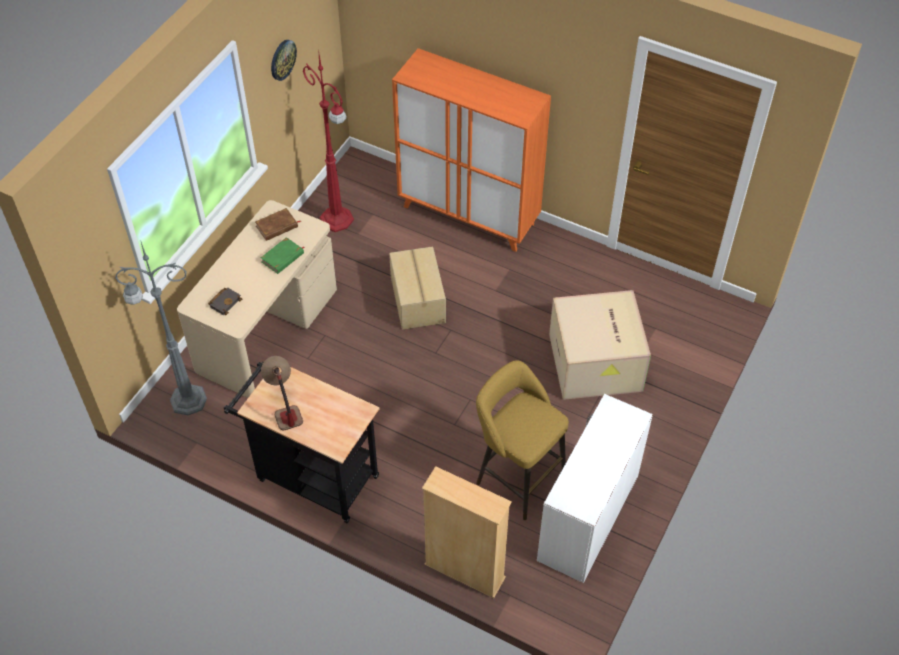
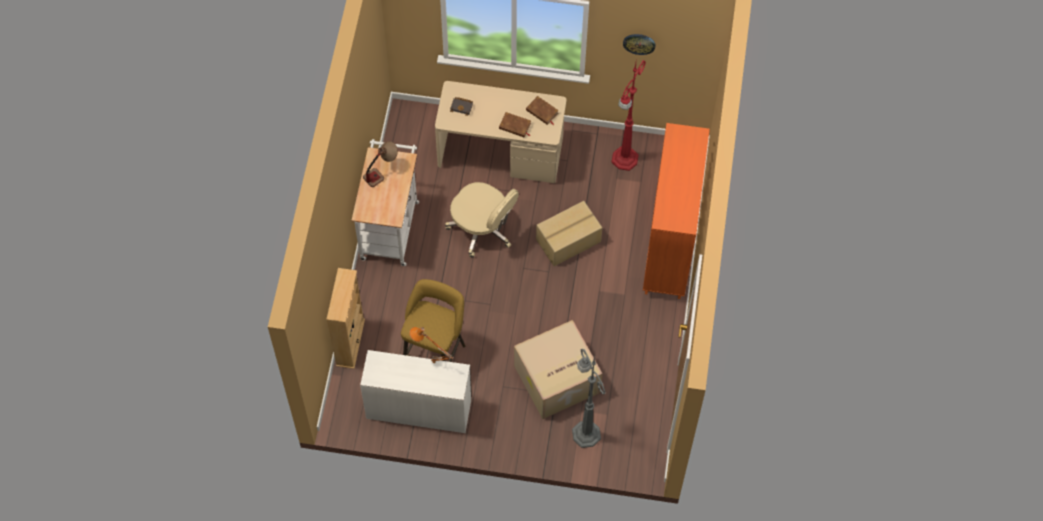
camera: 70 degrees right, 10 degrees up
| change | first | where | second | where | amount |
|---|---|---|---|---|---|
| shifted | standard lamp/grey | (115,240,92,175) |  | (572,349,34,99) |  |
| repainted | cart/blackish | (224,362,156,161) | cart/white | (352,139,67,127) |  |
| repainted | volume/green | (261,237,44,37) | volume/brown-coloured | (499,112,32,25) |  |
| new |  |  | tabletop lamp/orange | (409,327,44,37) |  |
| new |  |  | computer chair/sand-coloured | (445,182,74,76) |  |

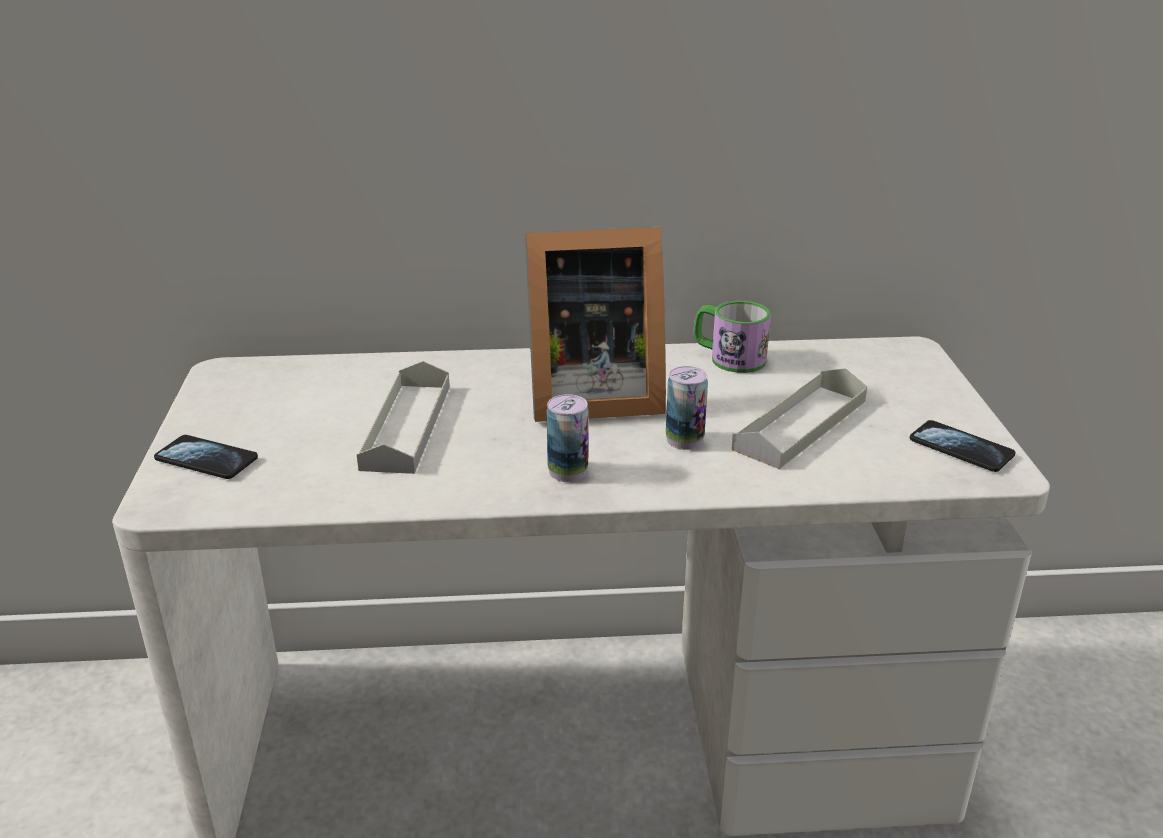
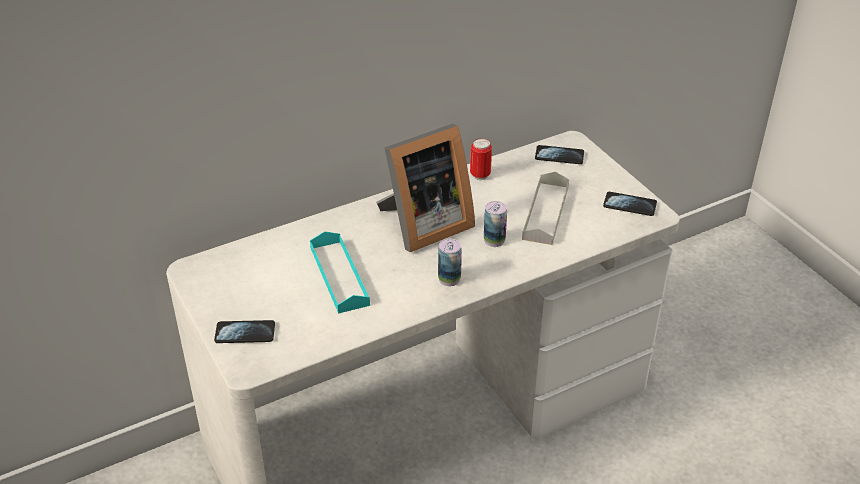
camera: 25 degrees left, 10 degrees up
| change | first | where | second | where | amount |
|---|---|---|---|---|---|
| repainted | serving tray/grey | (357,361,93,113) | serving tray/turquoise-coloured | (310,231,60,83) |  |
| swapped | mug | (694,301,77,72) | can | (470,138,22,42) |  |
| new |  |  | telephone | (535,145,49,19) |  |

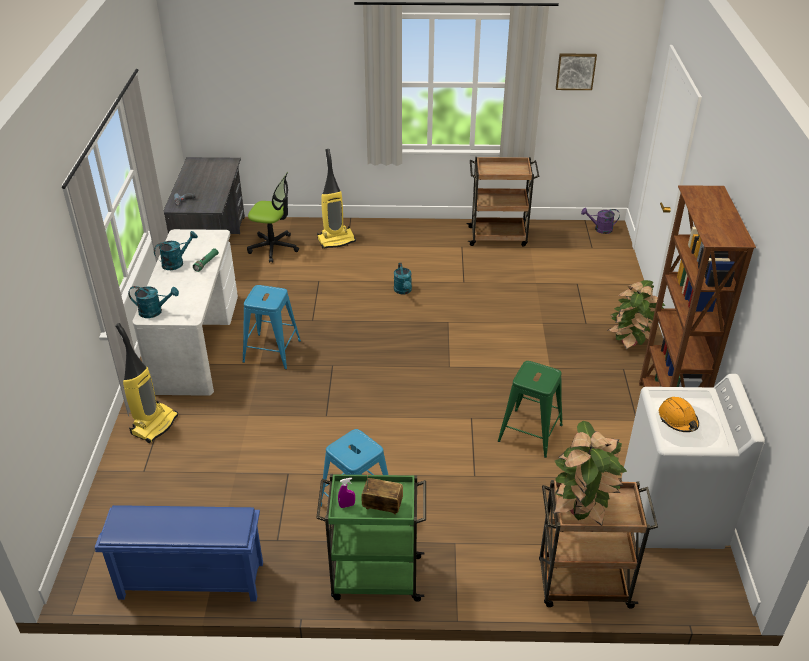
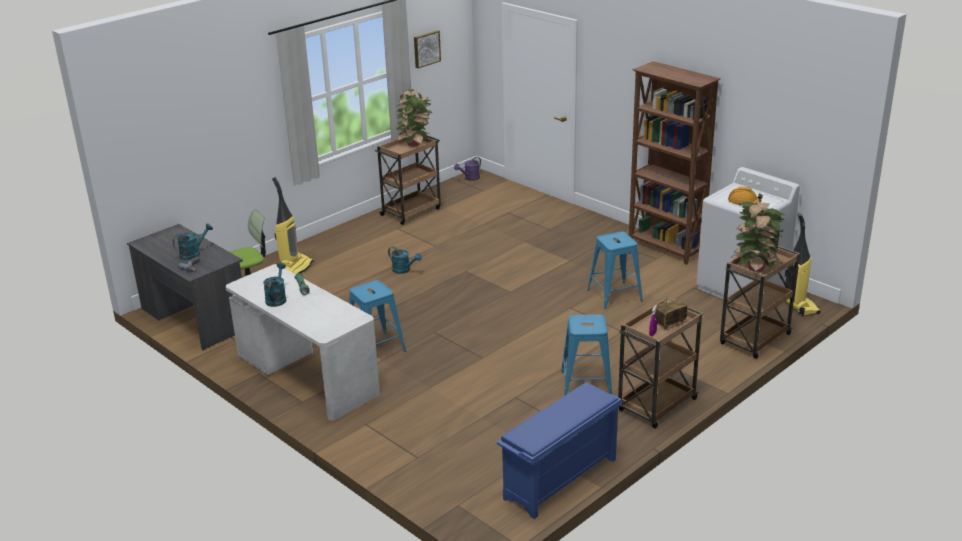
camera: 45 degrees left, 10 degrees down
| change | first | where | second | where | amount |
|---|---|---|---|---|---|
| shifted | hoover | (115,323,63,120) |  | (785,213,36,103) |  |
| shifted | sprinkling can/turquoise-coloured | (128,286,51,32) |  | (173,223,40,37) |  |
| repainted | cart/green | (316,474,110,128) | cart/brown-coloured | (618,299,85,130) |  |
| repainted | stool/green | (498,361,65,97) | stool/blue | (587,232,56,77) |  |
| shifted | houseplant | (608,280,58,70) |  | (395,89,37,58) |  |

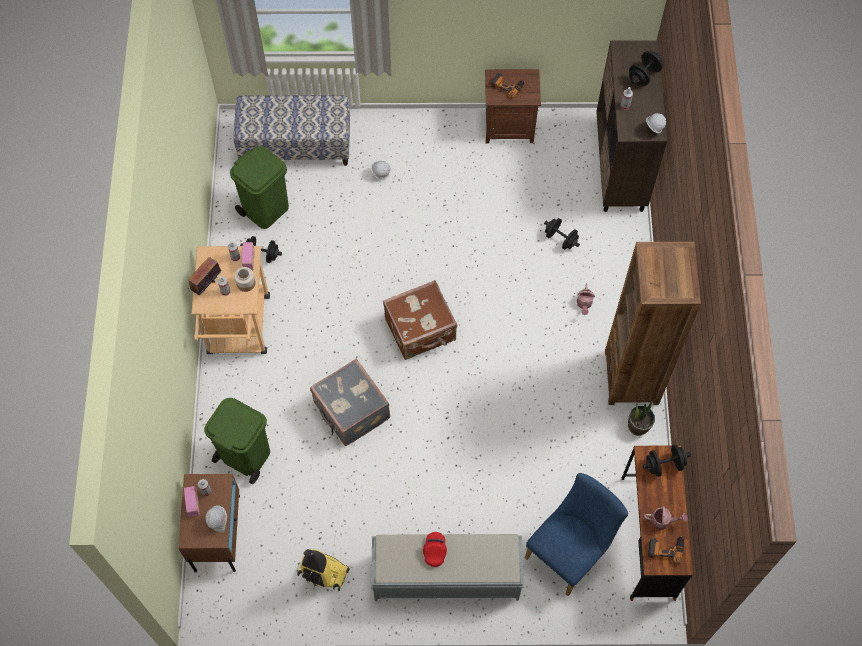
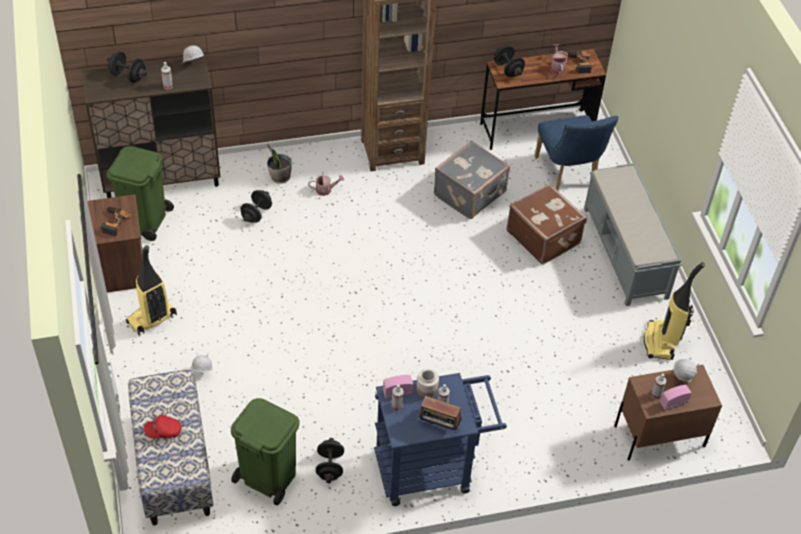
camera: 105 degrees left, 15 degrees down
| change | first | where | second | where | amount |
|---|---|---|---|---|---|
| repainted | cart/sand-coloured | (192,246,78,108) | cart/blue | (374,373,133,133) |  |
| shifted | trash can/green | (204,398,66,86) |  | (106,146,68,95) |  |
| shifted | piece of luggage/grey | (310,359,80,87) |  | (434,140,76,79) |  |
| shifted | piece of luggage/brown-coloured | (383,280,74,80) |  | (506,183,81,82) |  |
| shifted | peaked cap/reddish | (423,532,24,35) |  | (144,415,37,23) |  |
| rotated | chair/blue | (525,473,103,123) |  | (535,115,84,75) | 135 degrees counterclockwise |
| shifted | houseplant | (628,400,27,36) |  | (267,144,25,40) |  |
| new |  |  | hoover | (126,245,51,91) |  |

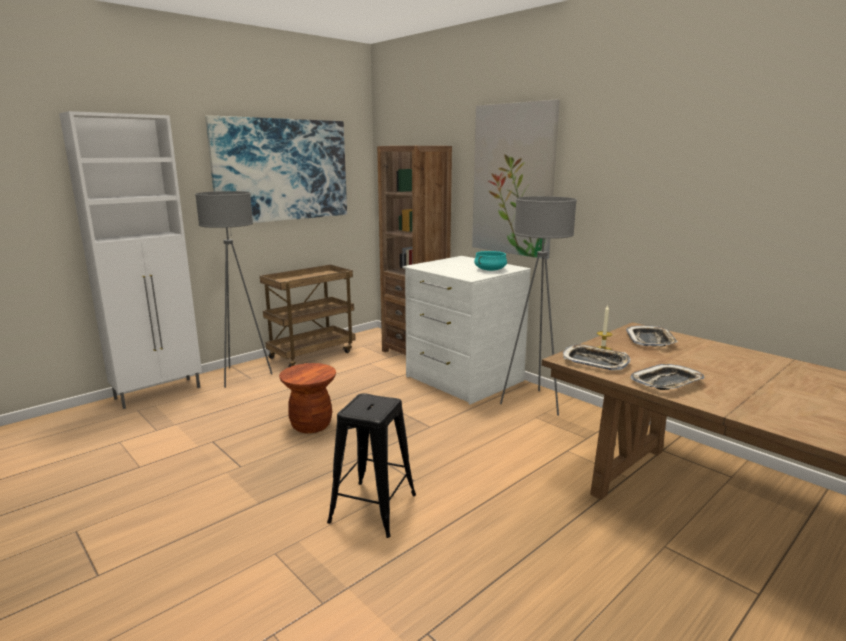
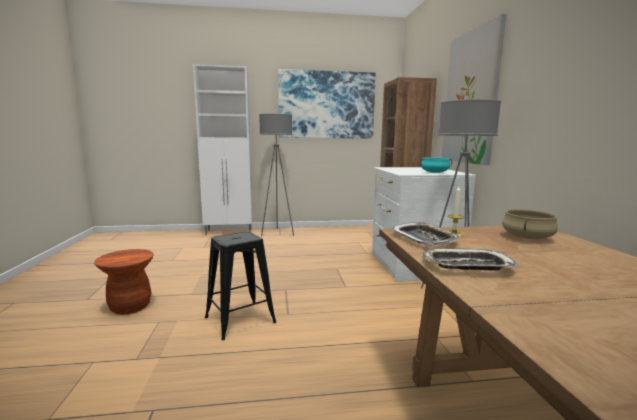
camera: 35 degrees right, 5 degrees down
| change | first | where | second | where | amount |
|---|---|---|---|---|---|
| gone | cart/brown-coloured | (260,264,95,104) |  |  |  |
| shifted | stool/brown-coloured | (279,363,57,70) |  | (94,249,60,66) |  |
| swapped | serving tray | (626,325,52,22) | saucepot/sand-coloured | (502,209,56,30) |  |

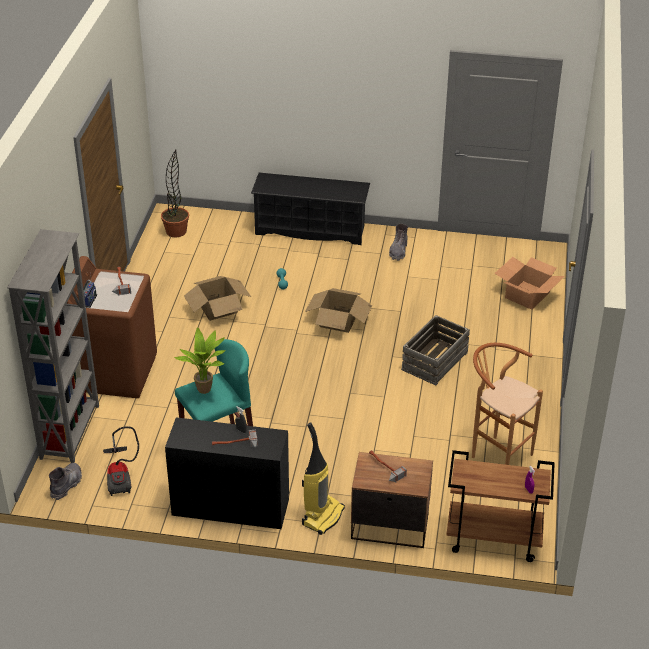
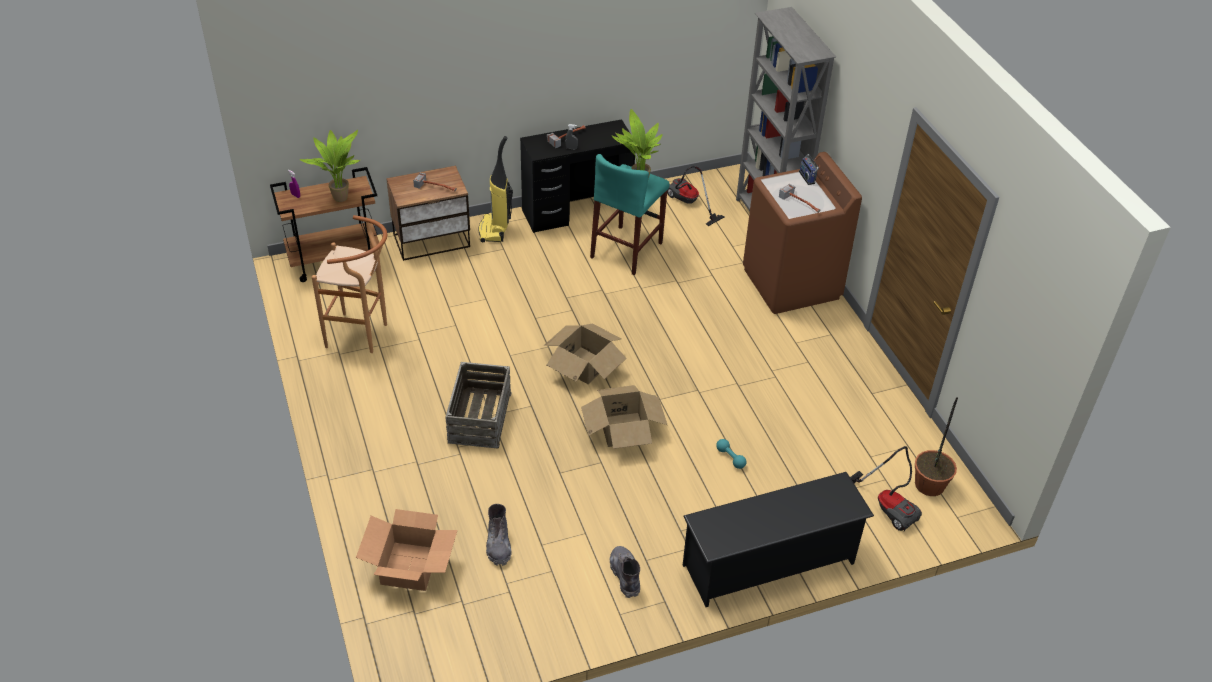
camera: 150 degrees right, 5 degrees up
| change | first | where | second | where | amount |
|---|---|---|---|---|---|
| shifted | high-top boot/grey | (49,463,33,37) |  | (486,504,26,62) |  |
| shifted | cardboard box | (184,276,67,45) |  | (543,324,83,60) |  |
| new |  |  | houseplant | (300,129,60,73) |  |
| new |  |  | hoover | (850,446,72,86) |  |

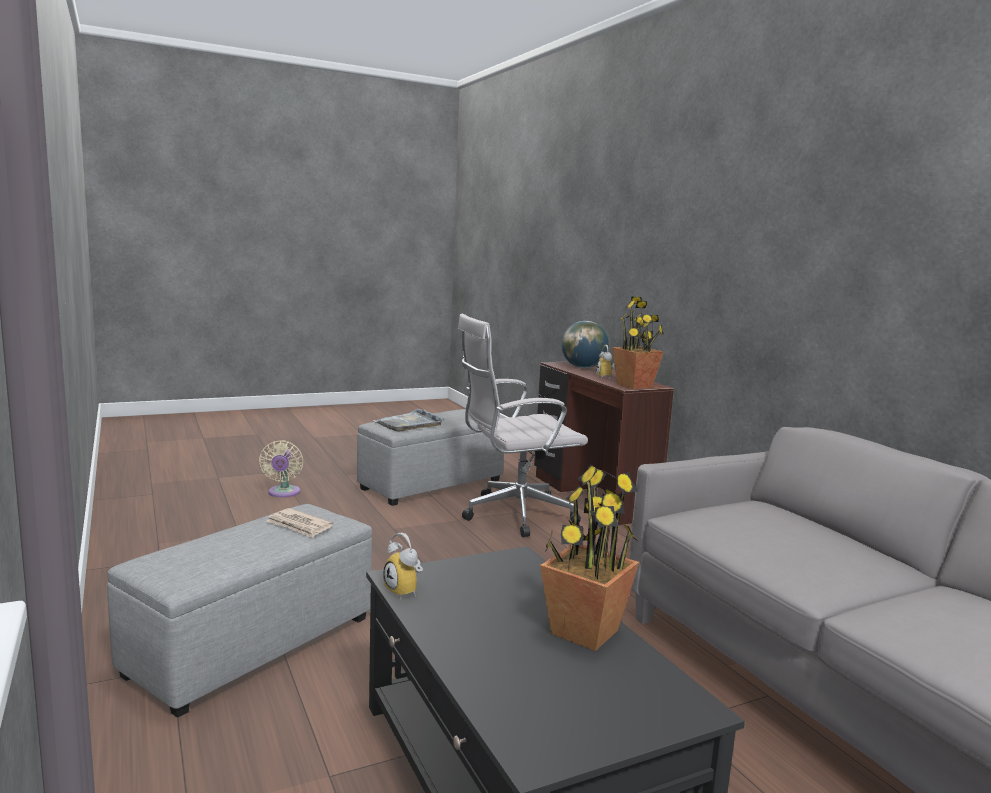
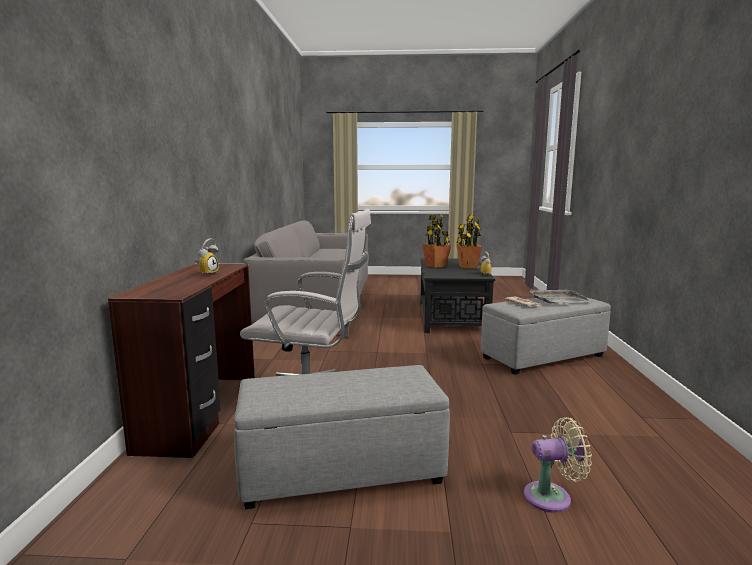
camera: 150 degrees left, 0 degrees up
| change | first | where | second | where | amount |
|---|---|---|---|---|---|
| rotated | cooling fan/sand-coloured | (259,440,45,58) |  | (524,417,68,96) | 60 degrees clockwise |
| shifted | serving tray/grey | (372,409,73,23) |  | (529,289,62,15) |  |
| gone | world globe | (561,321,48,47) |  |  |  |
| shifted | houseplant | (612,297,52,92) |  | (456,215,26,53) |  |

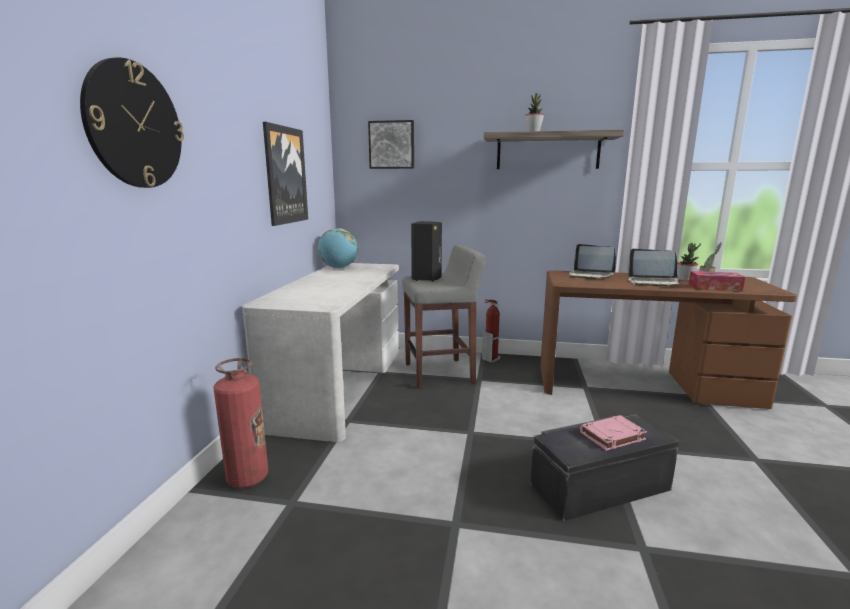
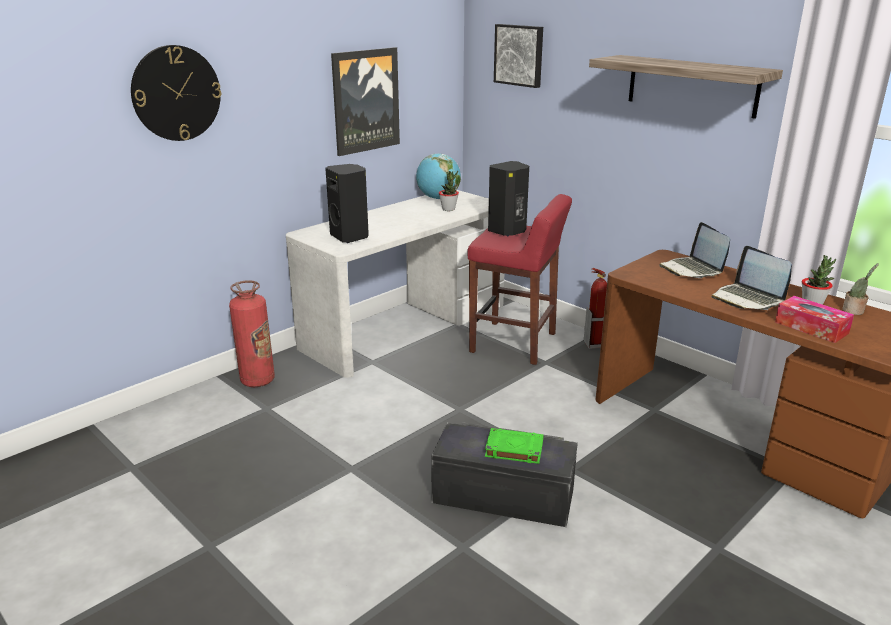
camera: 35 degrees right, 10 degrees up
| change | first | where | second | where | amount |
|---|---|---|---|---|---|
| repainted | stool/grey | (402,245,84,144) | stool/reddish | (467,194,105,171) |  |
| shifted | houseplant | (525,93,19,38) |  | (439,171,20,40) |  |
| repainted | volume/pink | (580,415,67,36) | volume/green | (485,428,58,36) |  |
| new |  |  | speaker/blackish | (325,164,44,79) |  |

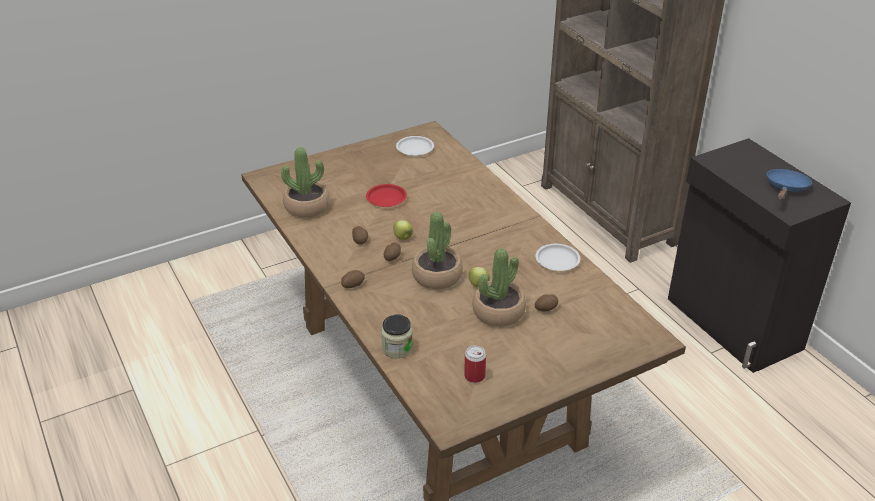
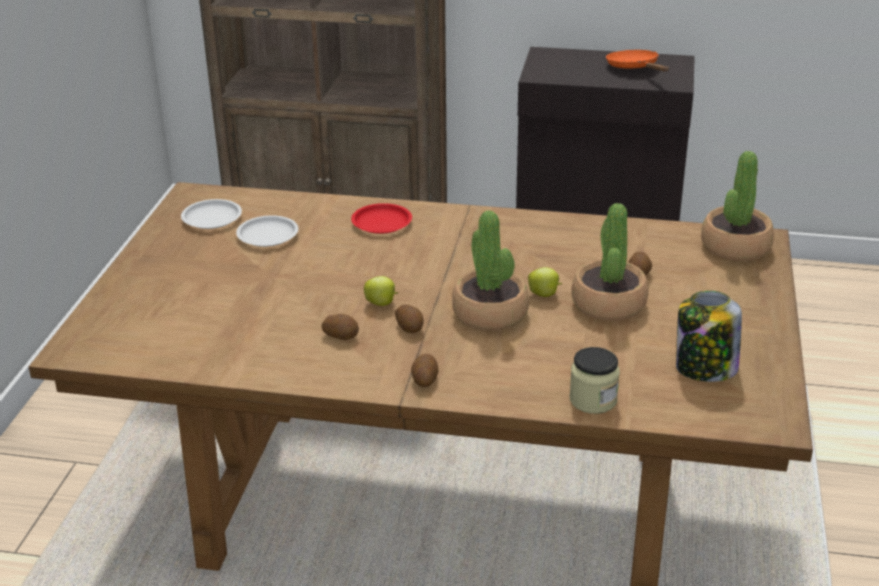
camera: 50 degrees left, 5 degrees down
| change | first | where | second | where | amount |
|---|---|---|---|---|---|
| shifted | houseplant | (281,147,49,71) |  | (701,151,73,110) |  |
| shifted | plate/reddish | (366,184,41,23) |  | (351,203,61,31) |  |
| swapped | can | (464,345,22,38) | preserve jar | (676,291,66,91) |  |
| shifted | plate/white | (536,244,44,27) |  | (236,215,62,32) |  |
| repainted | pan/blue | (766,169,46,31) | pan/orange | (606,50,63,22) |  |

